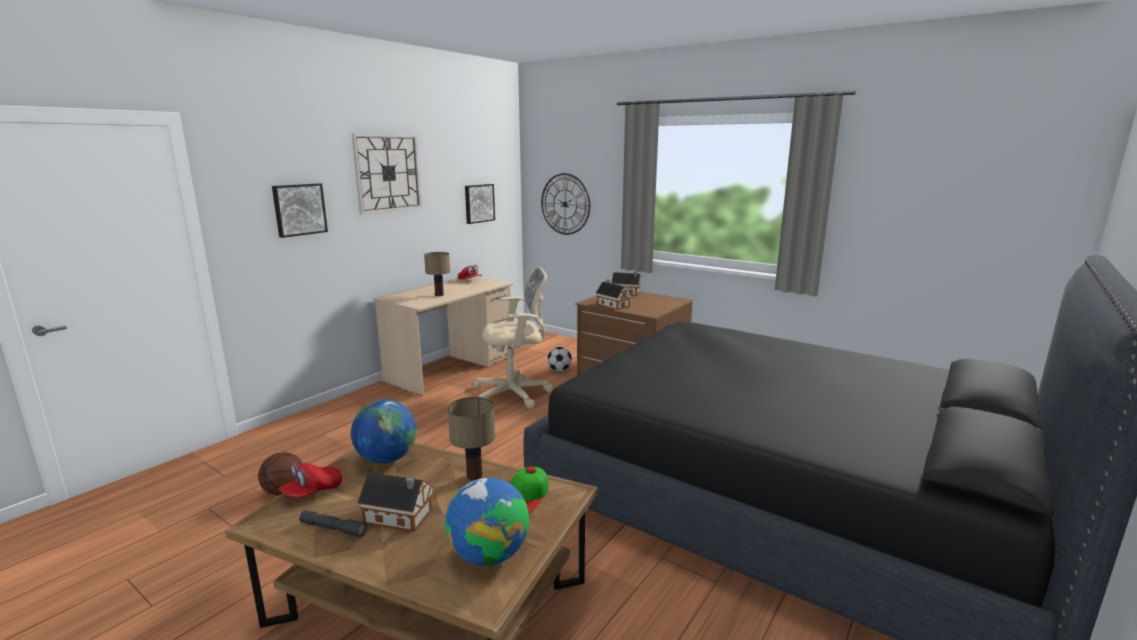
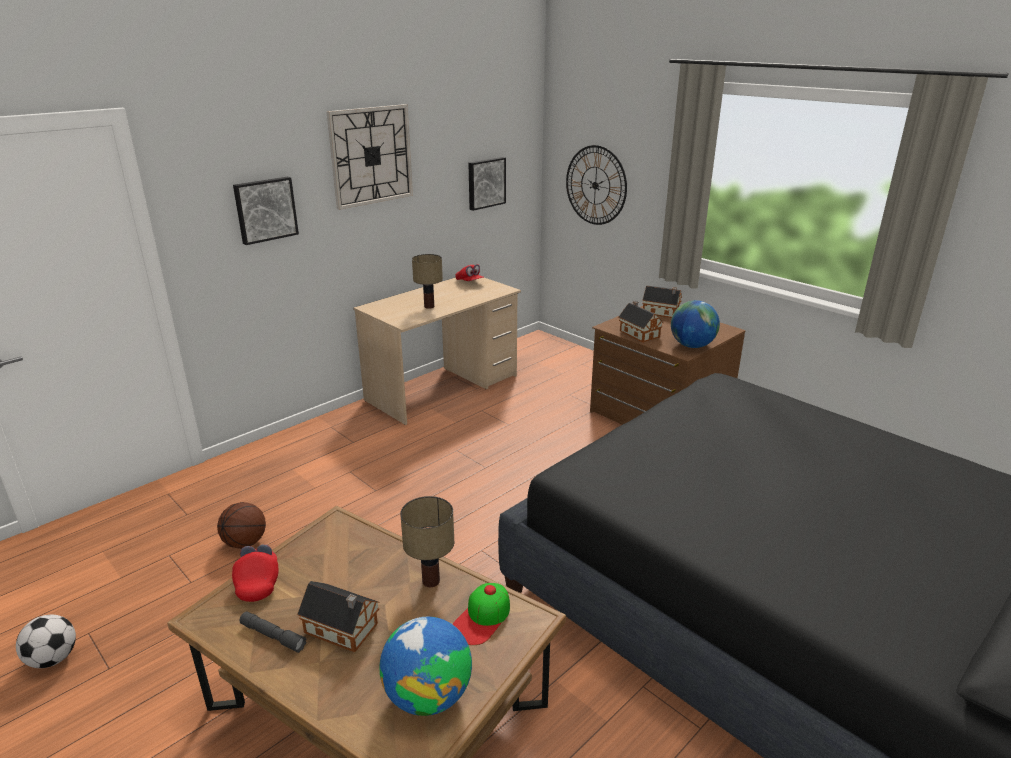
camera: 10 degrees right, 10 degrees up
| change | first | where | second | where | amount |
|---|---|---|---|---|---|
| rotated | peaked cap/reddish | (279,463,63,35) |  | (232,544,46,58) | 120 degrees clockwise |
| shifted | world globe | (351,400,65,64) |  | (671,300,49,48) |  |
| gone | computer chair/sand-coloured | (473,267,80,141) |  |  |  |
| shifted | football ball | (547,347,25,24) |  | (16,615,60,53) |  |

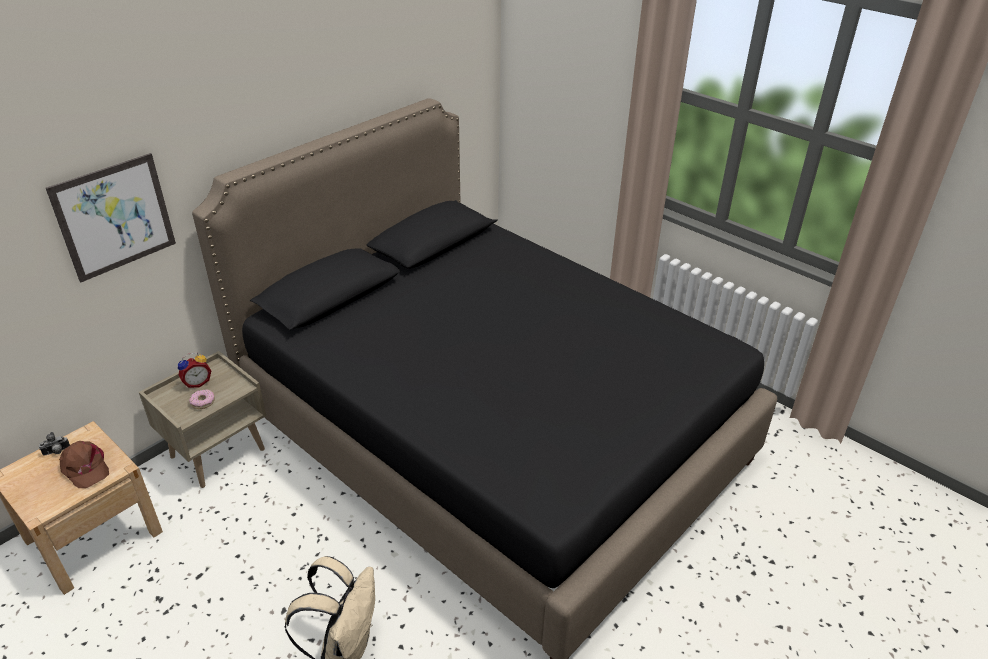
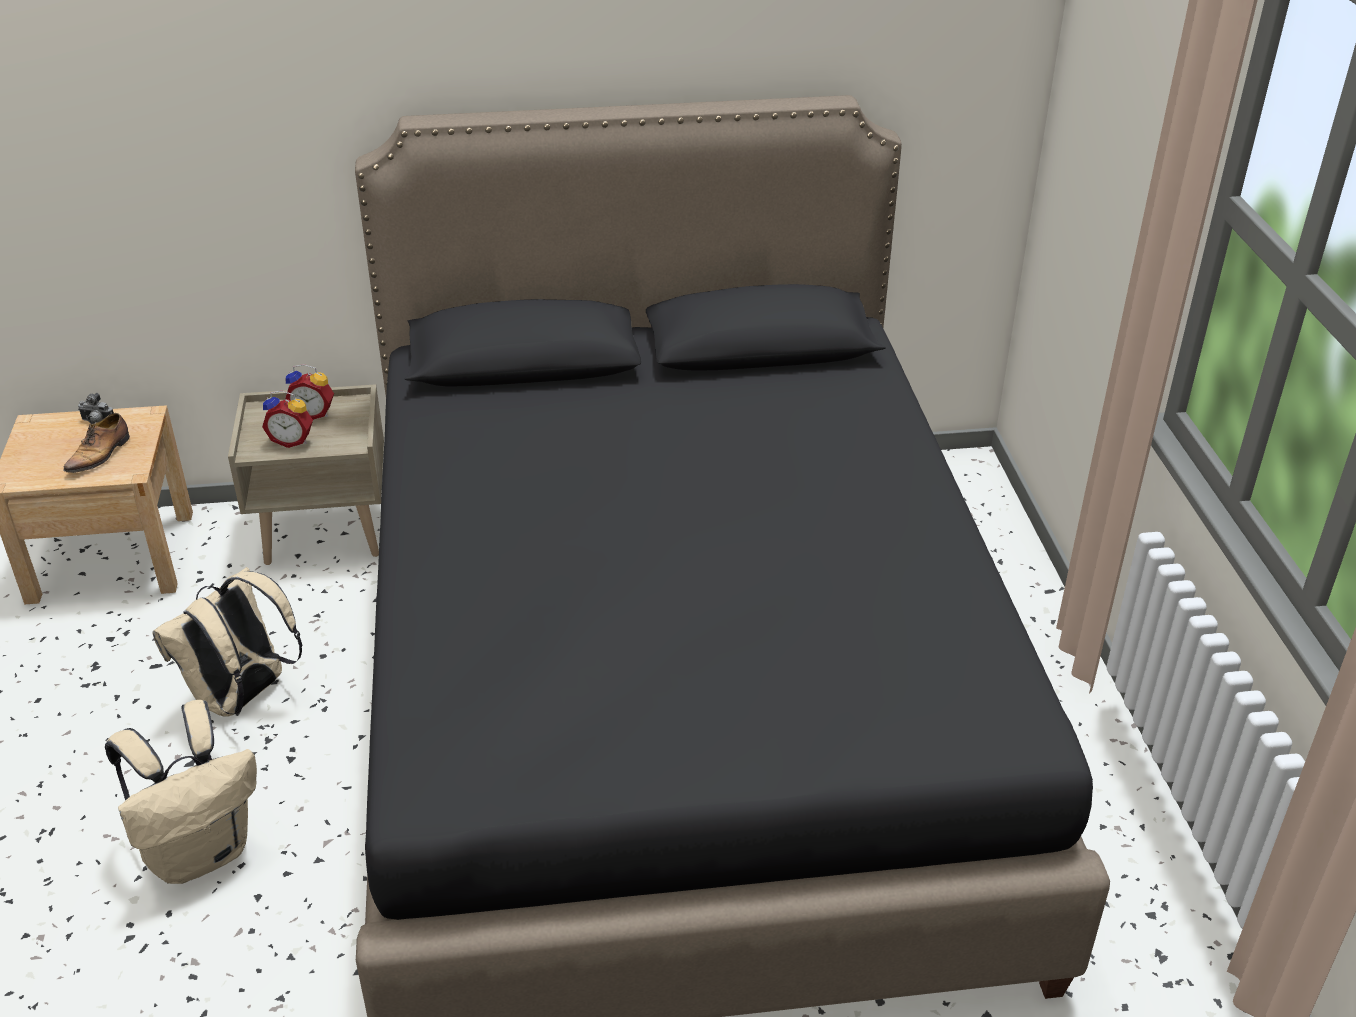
camera: 40 degrees right, 0 degrees up
| change | first | where | second | where | amount |
|---|---|---|---|---|---|
| gone | wall art | (46,153,130,129) |  |  |  |
| swapped | peaked cap/brown-coloured | (59,441,50,47) | low shoe | (63,413,67,60) |  |
| swapped | donut | (189,389,26,20) | table clock | (262,390,51,58) |  |
| new |  |  | knapsack/sand-coloured | (152,567,151,150) |  |

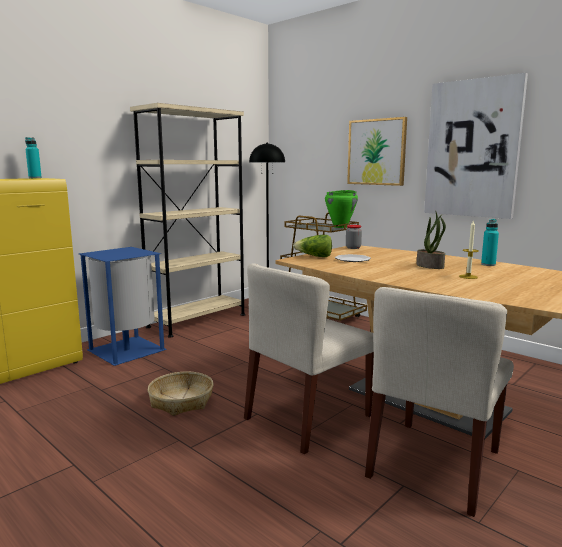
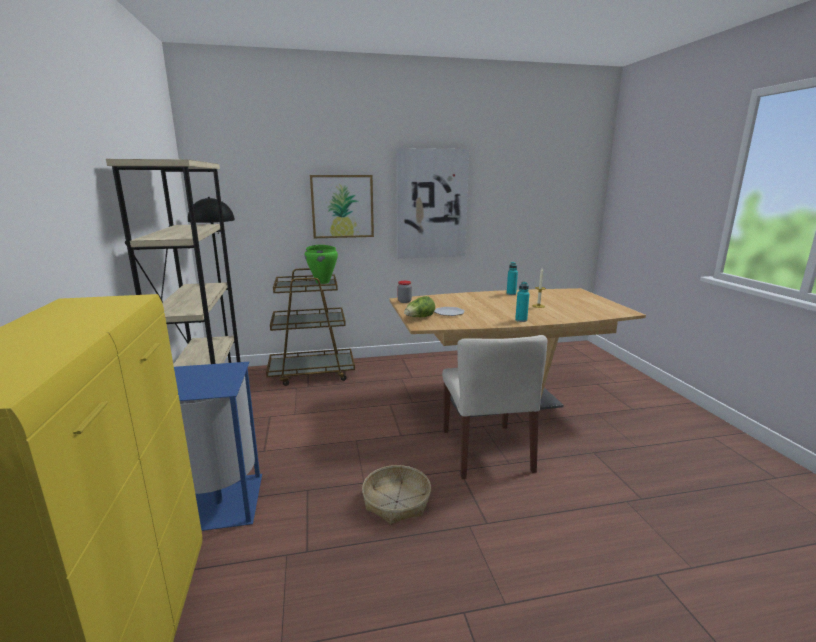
camera: 55 degrees left, 5 degrees up
| change | first | where | second | where | amount |
|---|---|---|---|---|---|
| shifted | beverage bottle/turquoise-coloured | (25,137,17,41) |  | (515,282,14,40) |  |
| gone | chair/sand-coloured | (365,287,149,230) |  |  |  |
| gone | houseplant | (417,212,29,57) |  |  |  |

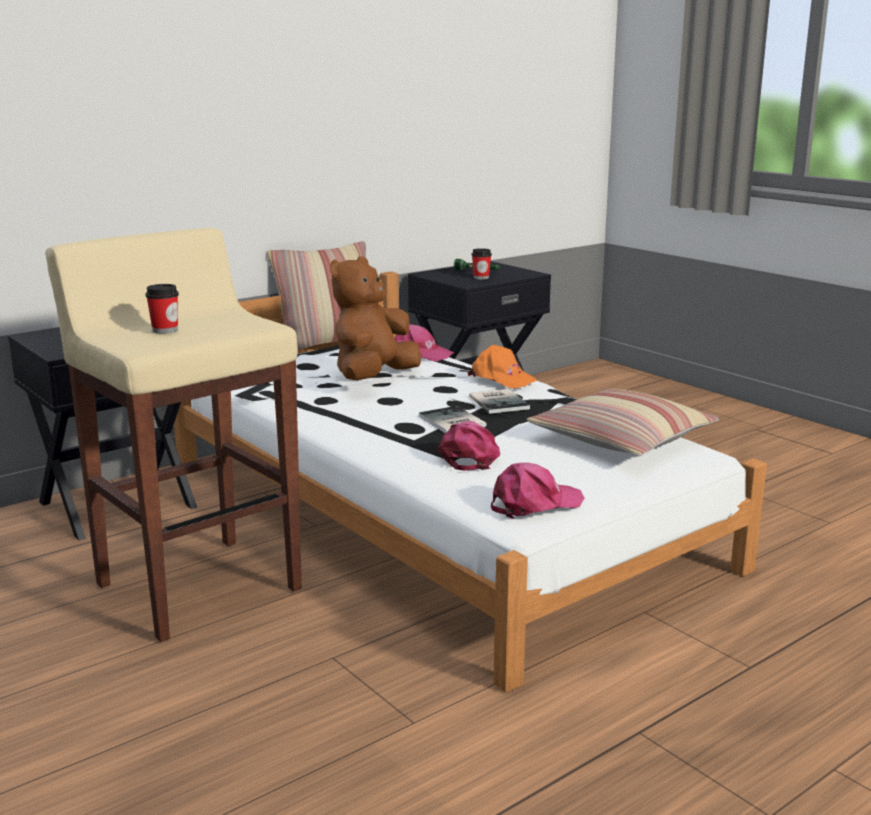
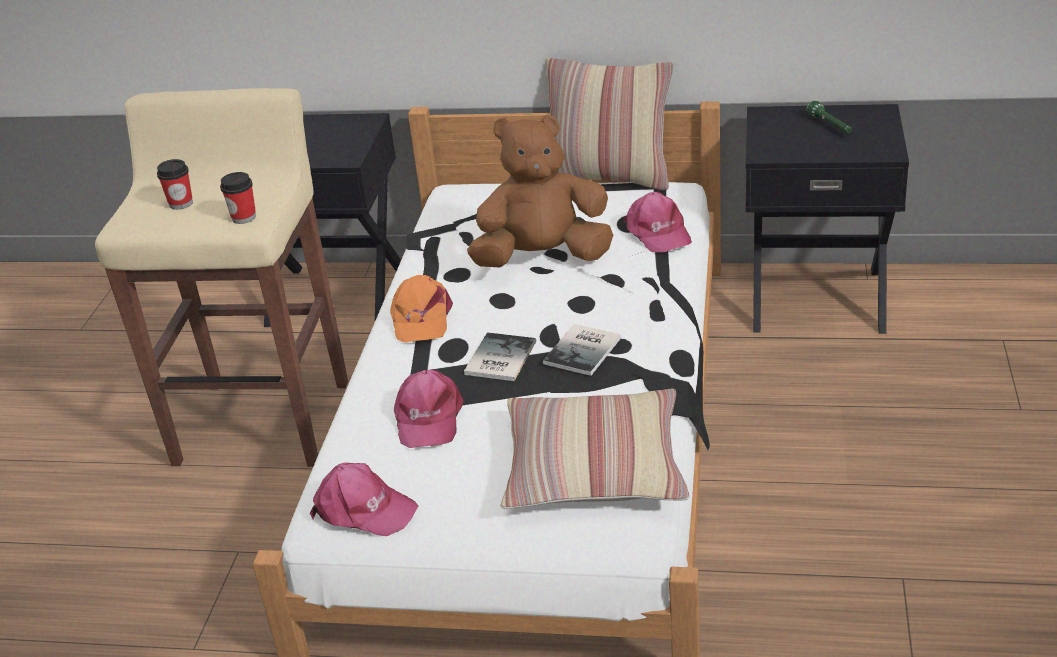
camera: 50 degrees right, 15 degrees up
| change | first | where | second | where | amount |
|---|---|---|---|---|---|
| rotated | peaked cap/pink | (438,421,62,50) |  | (394,370,70,78) | 120 degrees clockwise |
| shifted | peaked cap/orange | (468,345,70,44) |  | (390,275,63,68) |  |
| shifted | small cup | (472,248,20,32) |  | (220,172,36,52) |  |

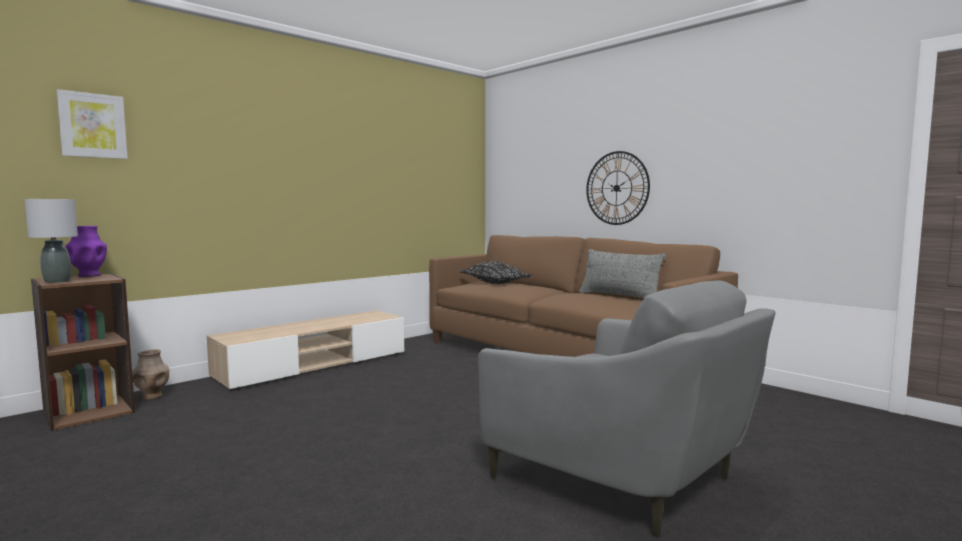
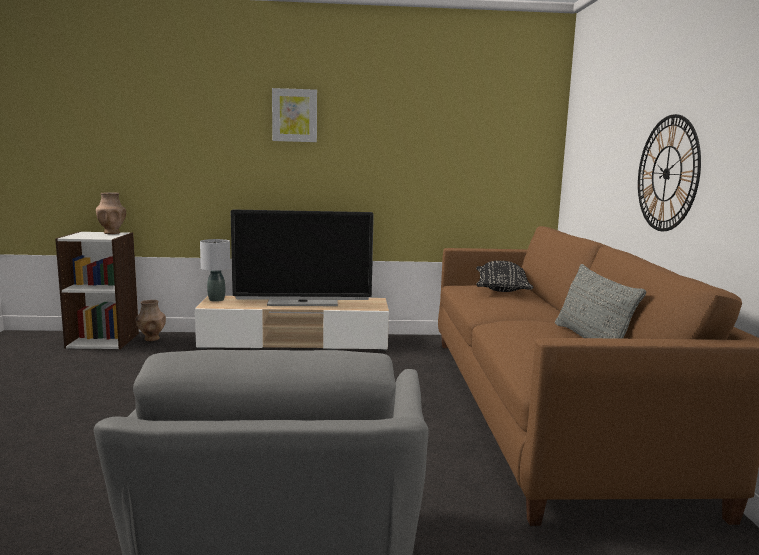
camera: 40 degrees right, 5 degrees up
| change | first | where | second | where | amount |
|---|---|---|---|---|---|
| shifted | tabletop lamp/grey | (24,199,54,84) |  | (200,239,31,63) |  |
| repainted | shelving unit/brown-coloured | (31,273,104,158) | shelving unit/white | (55,231,84,118) |  |
| shifted | wall art | (56,89,72,70) |  | (272,88,45,54) |  |
| repainted | vase/purplish | (65,226,42,51) | vase/brown-coloured | (96,192,30,42) |  |
| new |  |  | TV | (231,209,143,97) |  |

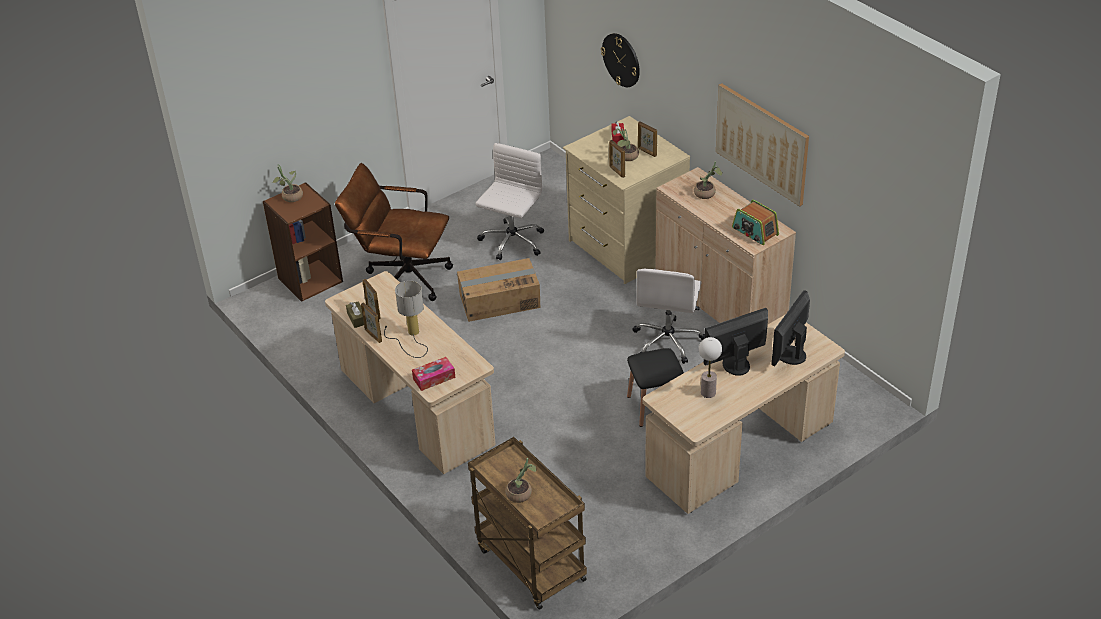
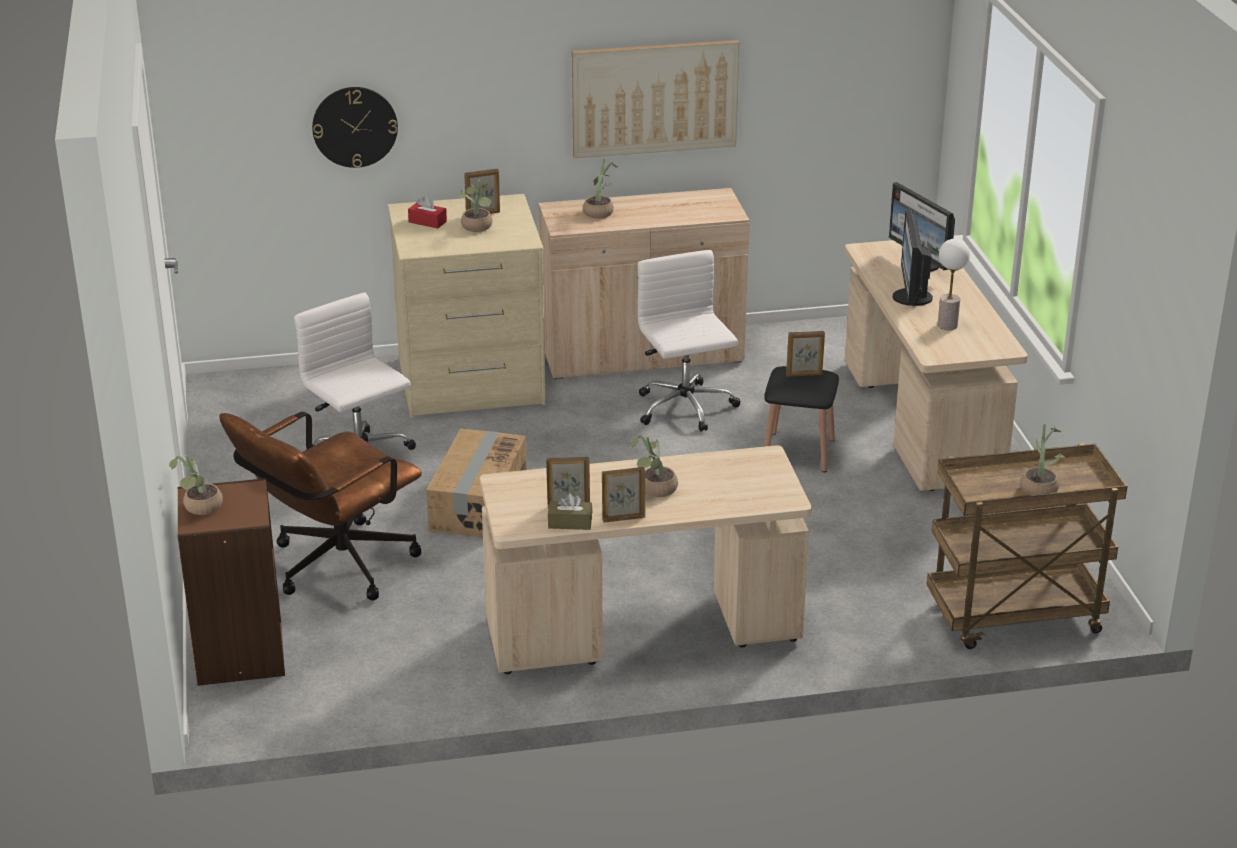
camera: 65 degrees left, 10 degrees down
| change | first | where | second | where | amount |
|---|---|---|---|---|---|
| swapped | tabletop lamp | (384,281,44,77) | houseplant | (631,435,47,62) |  |
| gone | tissue box | (412,357,43,34) |  |  |  |
| shifted | photo frame | (609,140,16,38) |  | (786,331,39,46) |  |
| rotated | computer chair/white | (632,268,73,96) |  | (638,250,103,182) | 150 degrees counterclockwise |
| gone | radio | (732,199,47,46) |  |  |  |

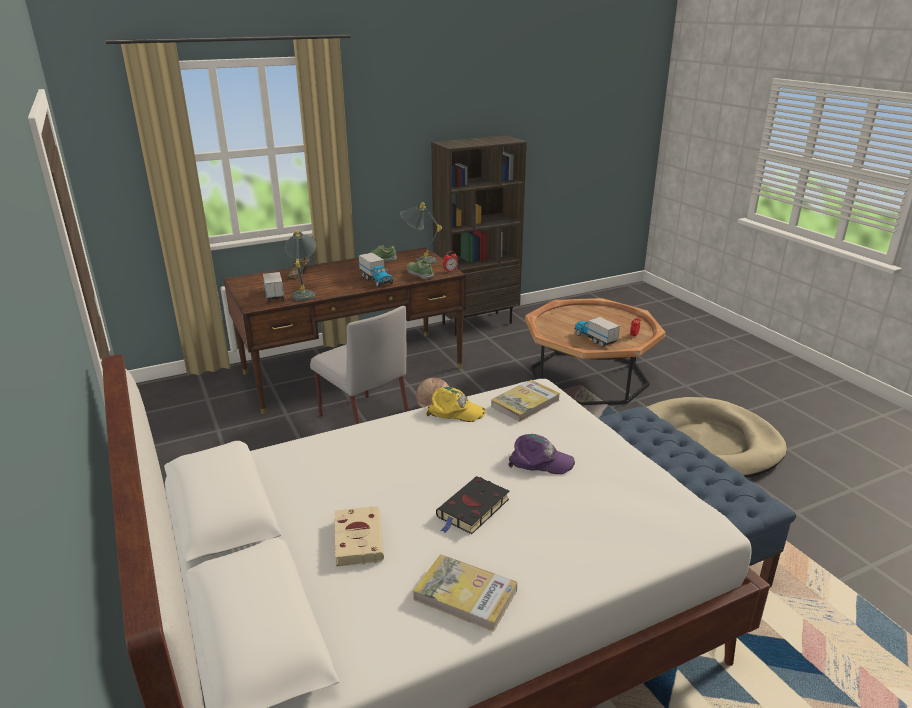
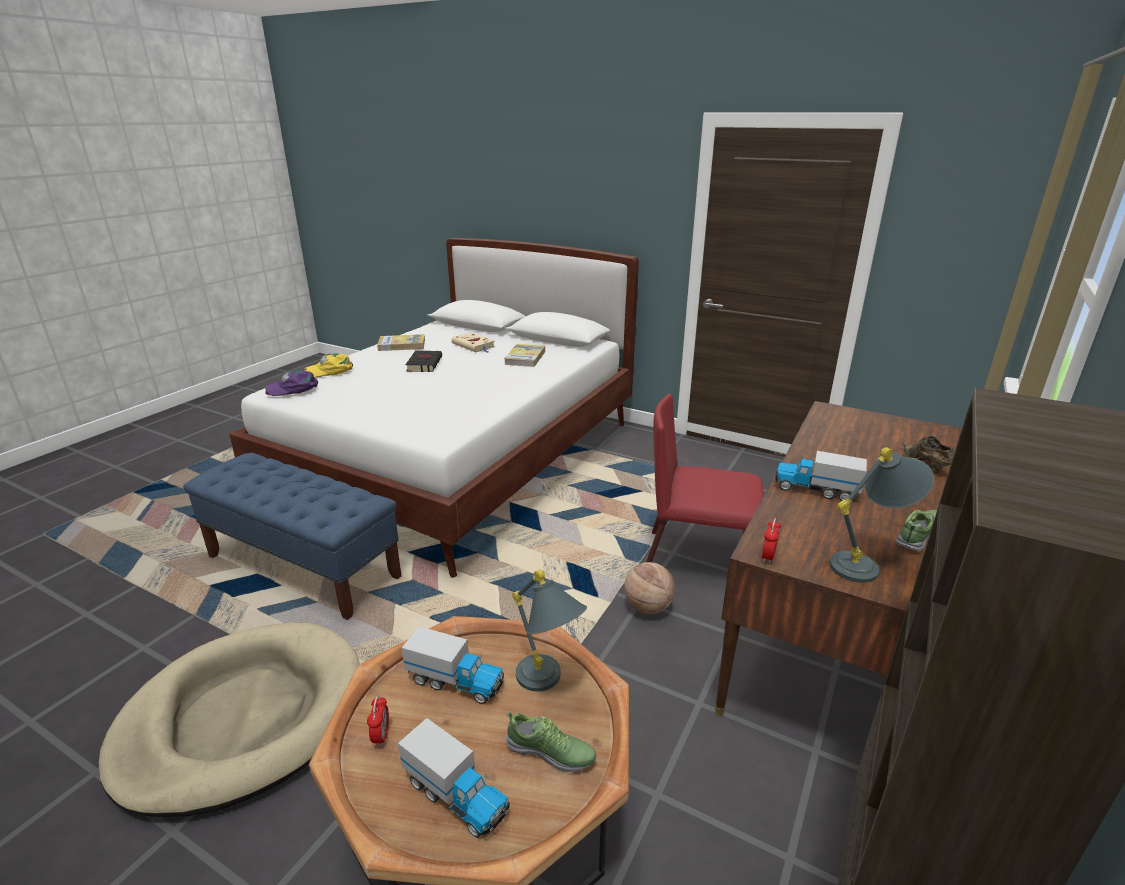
camera: 145 degrees right, 0 degrees up
| change | first | where | second | where | amount |
|---|---|---|---|---|---|
| shifted | model truck | (263,272,21,30) |  | (398,718,112,120) |  |
| shifted | tabletop lamp/grey | (285,230,31,71) |  | (512,569,75,122) |  |
| repainted | chair/grey | (310,306,99,118) | chair/reddish | (646,394,118,168) |  |
| shifted | low shoe | (407,259,27,20) |  | (506,712,90,60) |  |
| shifted | peaked cap/yellow | (426,387,60,35) |  | (304,353,49,24) |  |
| shifted | volume | (491,380,69,42) |  | (504,344,41,23) |  |
| shifted | peaked cap/purplish | (508,434,67,40) |  | (265,370,53,26) |  |

